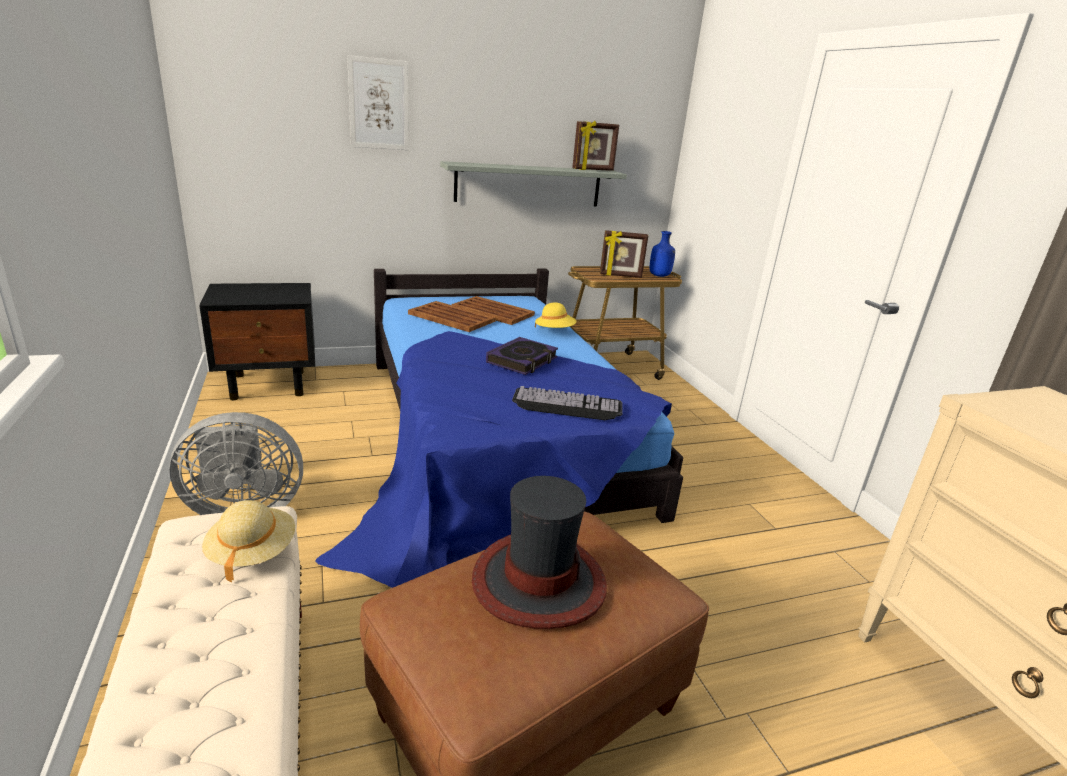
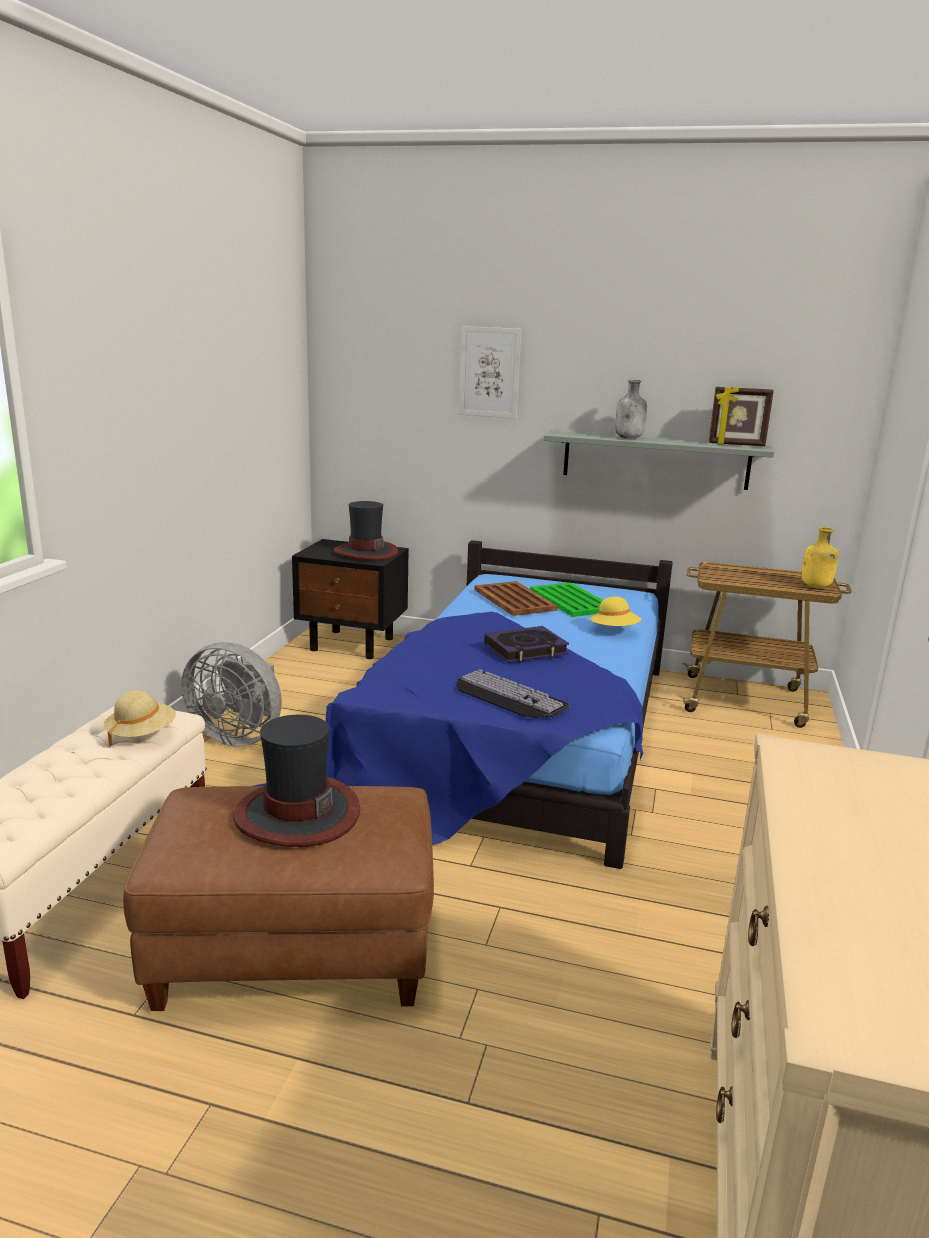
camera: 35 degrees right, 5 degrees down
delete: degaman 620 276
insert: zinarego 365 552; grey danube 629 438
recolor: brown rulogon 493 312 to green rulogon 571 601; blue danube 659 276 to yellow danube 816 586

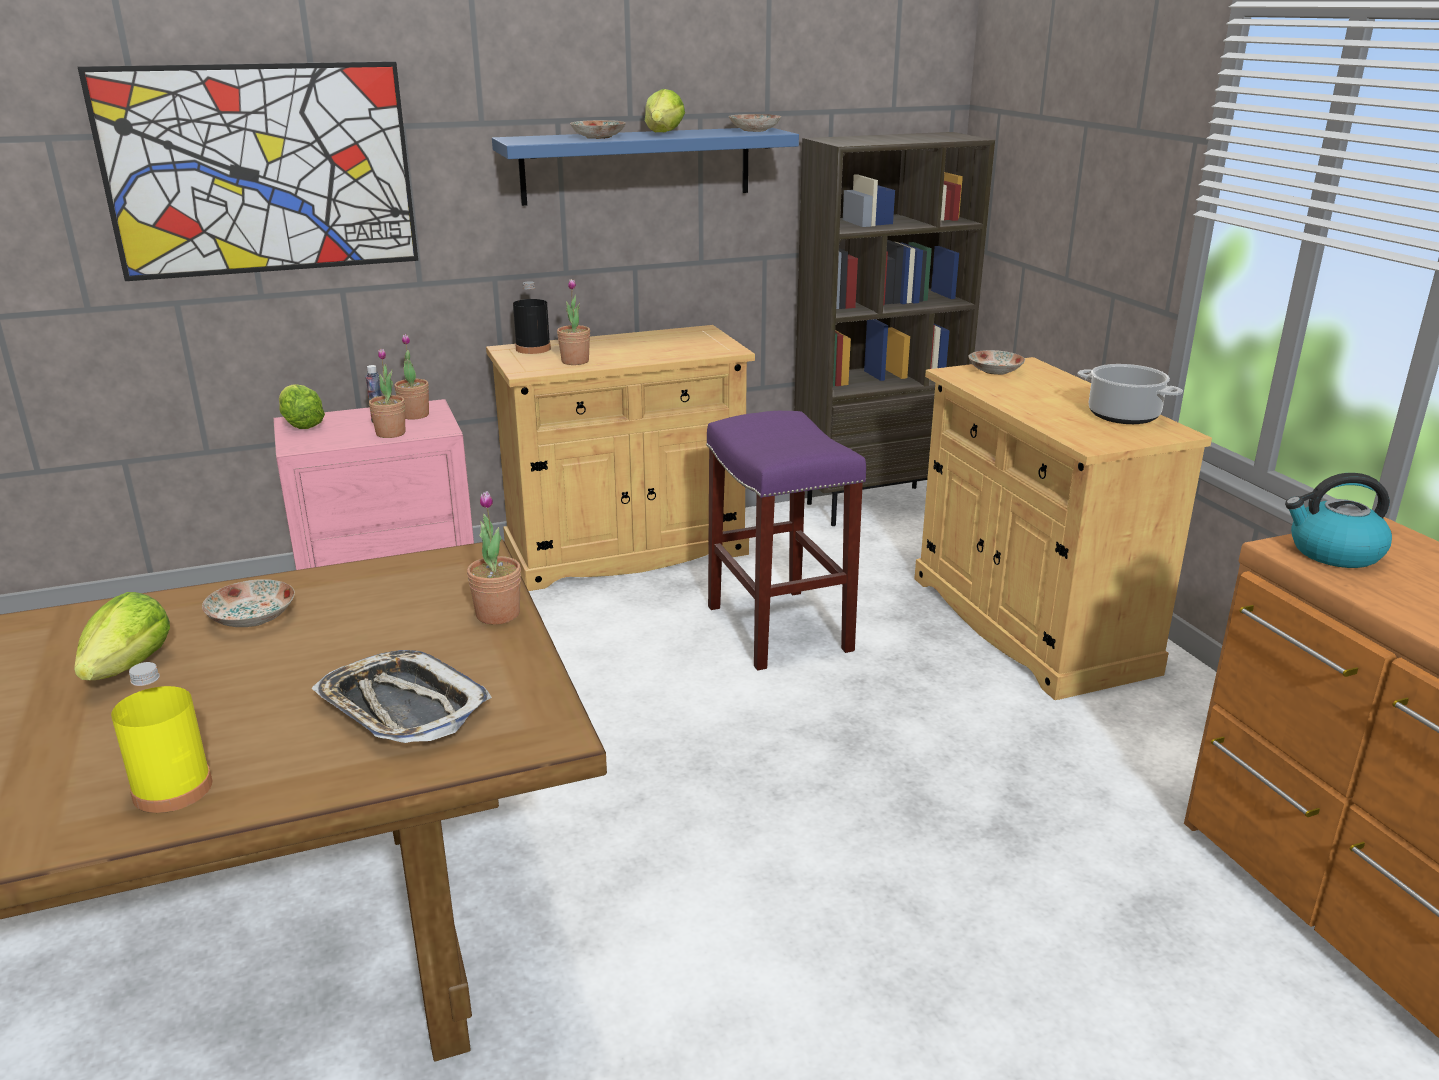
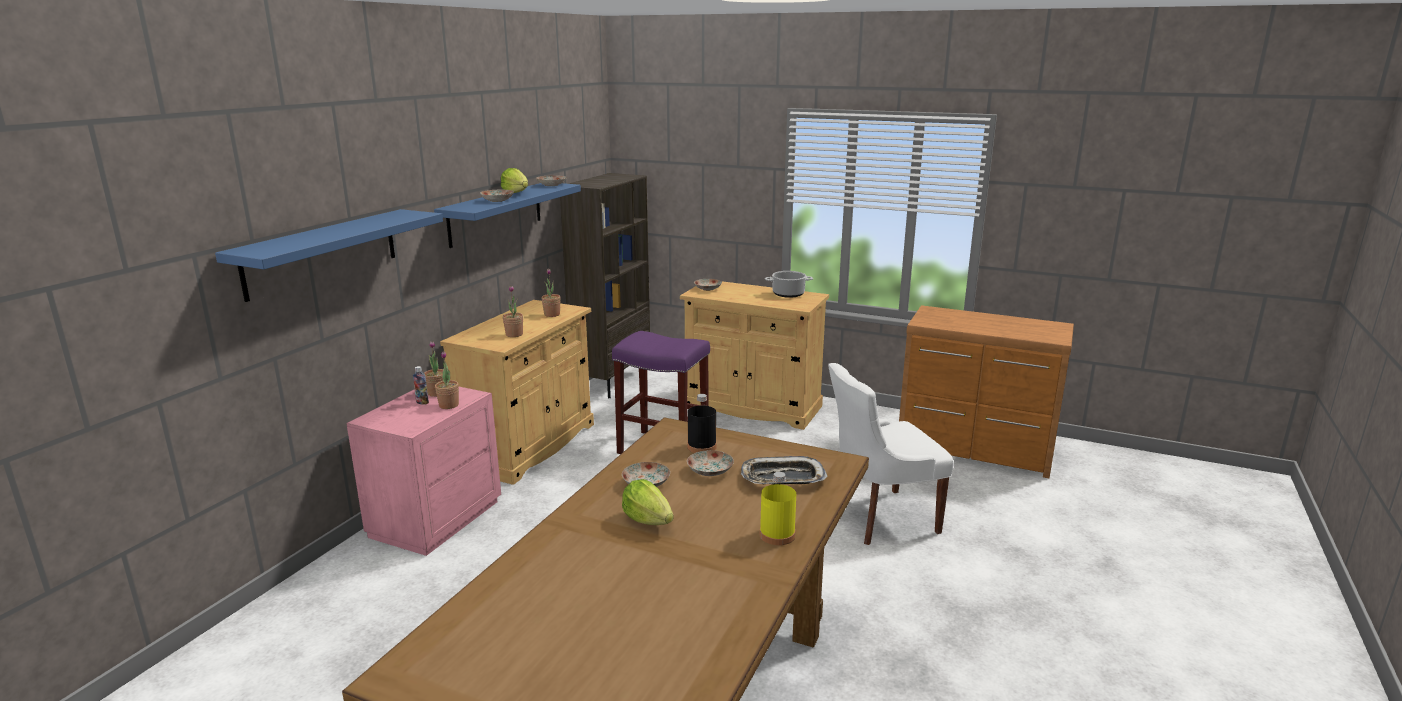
camera: 45 degrees left, 5 degrees down
delete: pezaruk 301 425; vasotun 1333 553
insert: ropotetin 710 471; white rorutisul 880 517
move: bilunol 498 614 to 552 314; black danube 533 349 to 701 447
replace: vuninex 260 170 to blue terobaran 322 253

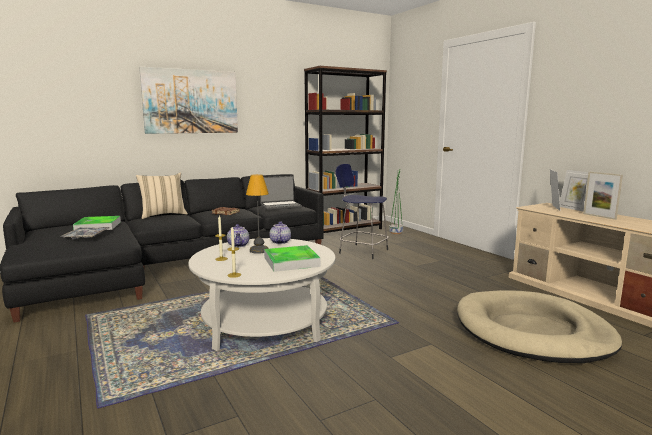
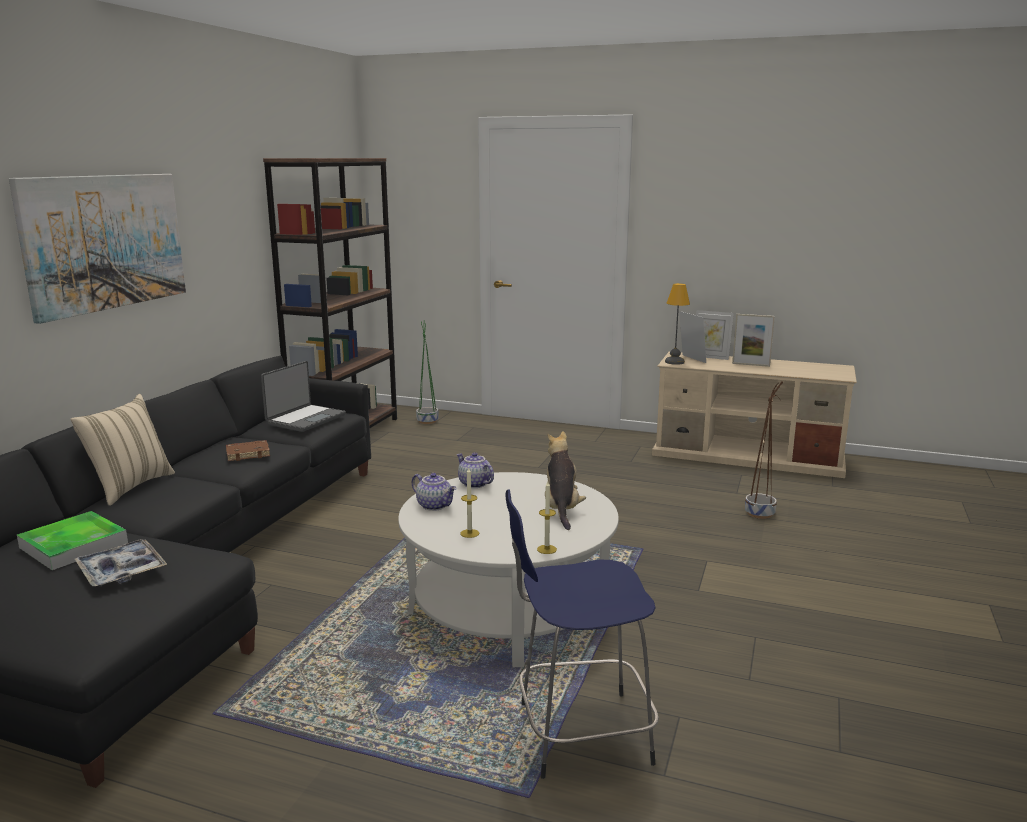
camera: 40 degrees left, 5 degrees up
move: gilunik 259 250 to 674 362; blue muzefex 362 251 to 578 733
replace: rulogon 291 262 to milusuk 561 509; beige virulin 532 331 to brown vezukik 760 513

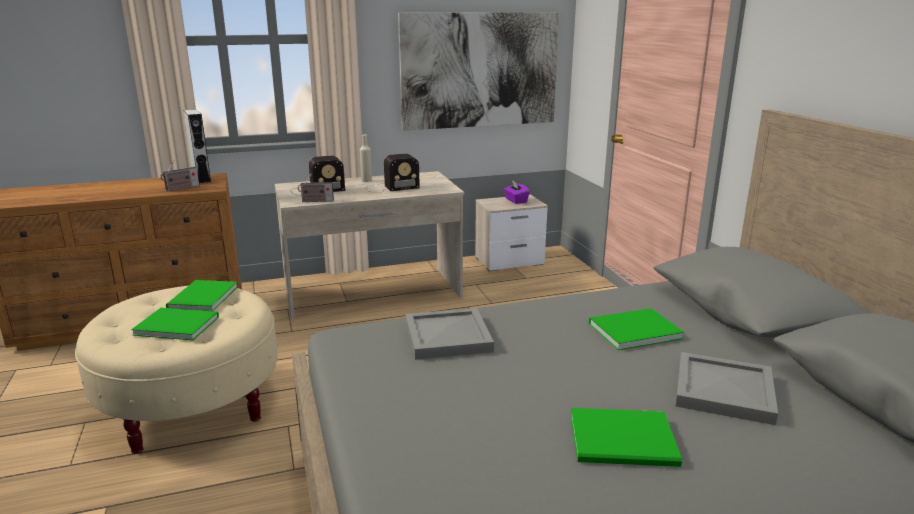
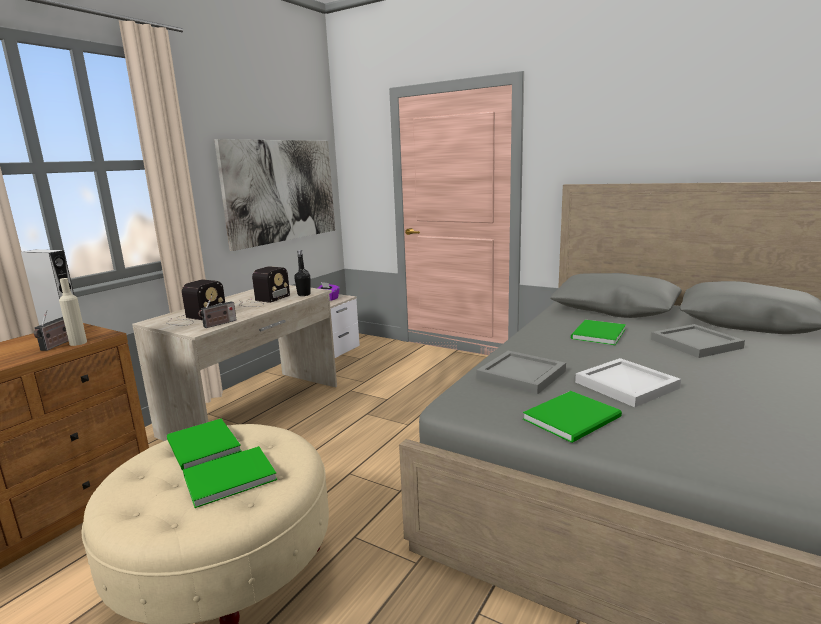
camera: 40 degrees left, 5 degrees down
insert: black danube 304 294; white rulogon 628 385
move: beige danube 366 180 to 78 343; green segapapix 626 442 to 575 418

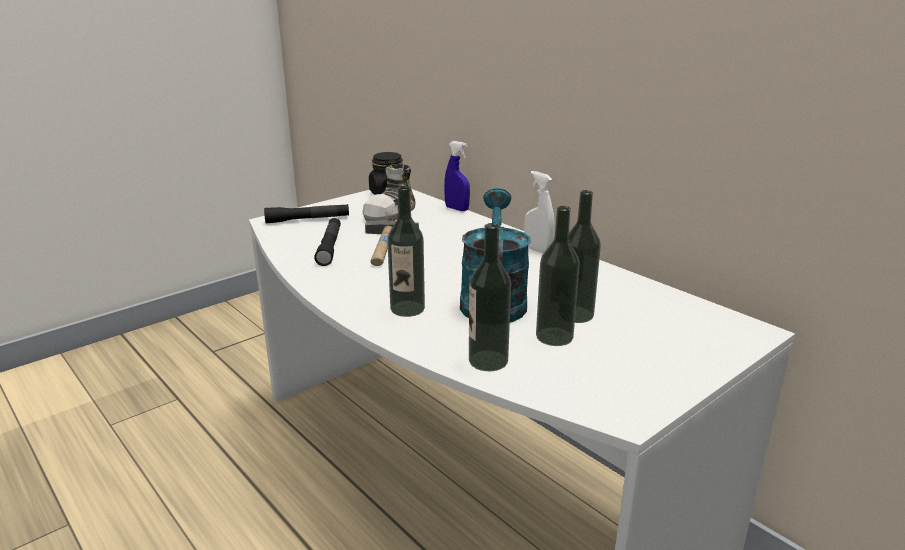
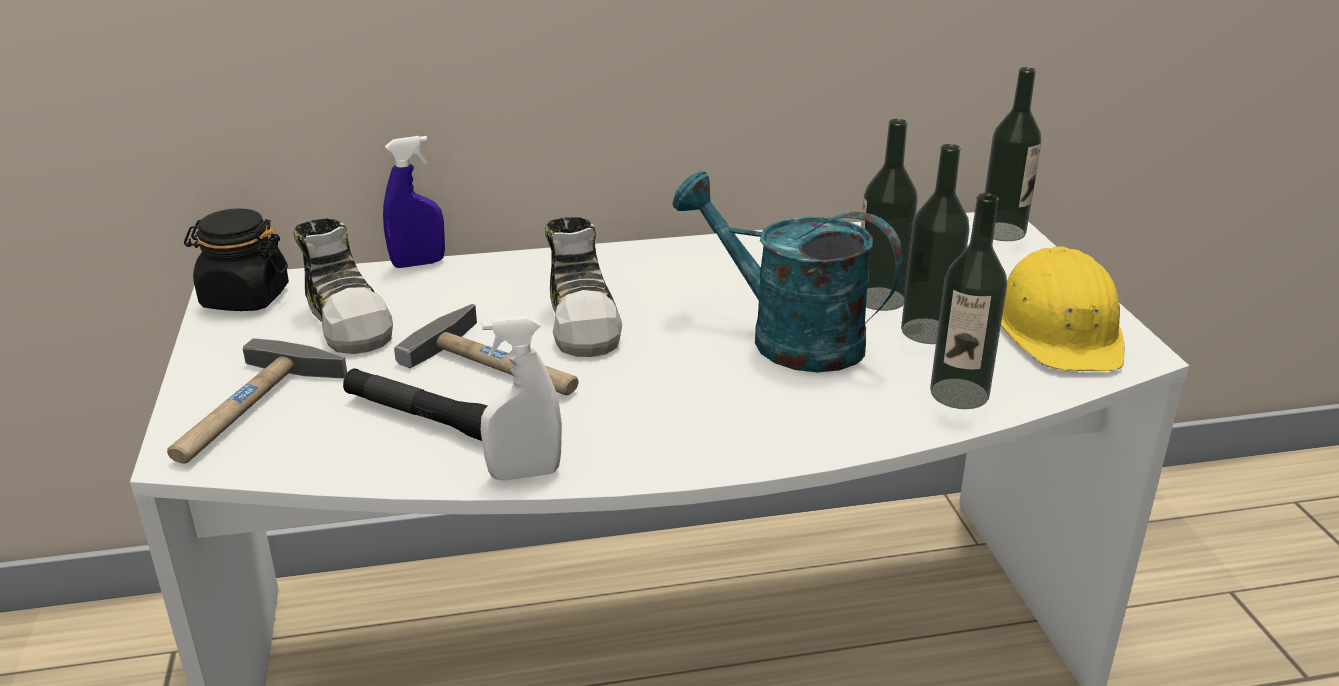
camera: 60 degrees left, 5 degrees up
insert: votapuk 584 322; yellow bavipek 1059 330
move: danube 407 308 to 1002 232; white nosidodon 537 250 to 524 473
replace: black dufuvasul 307 220 to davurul 250 410

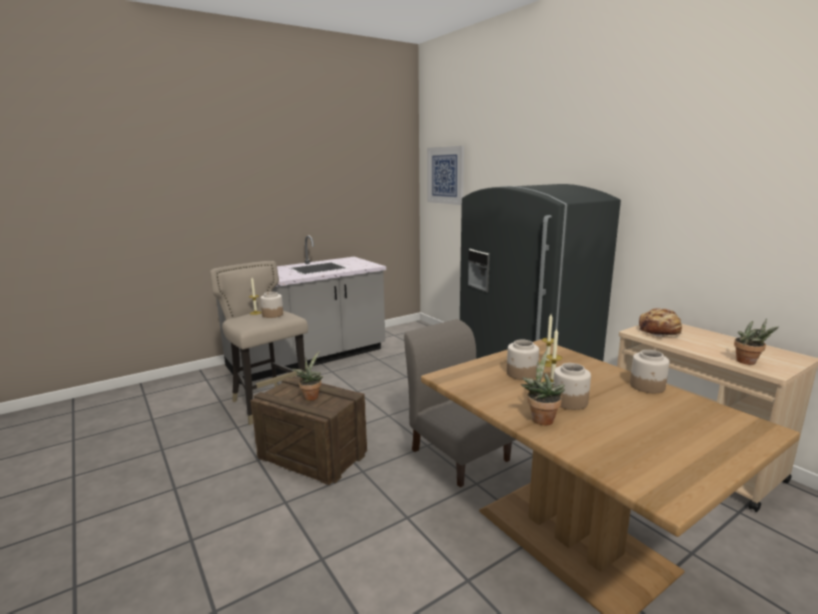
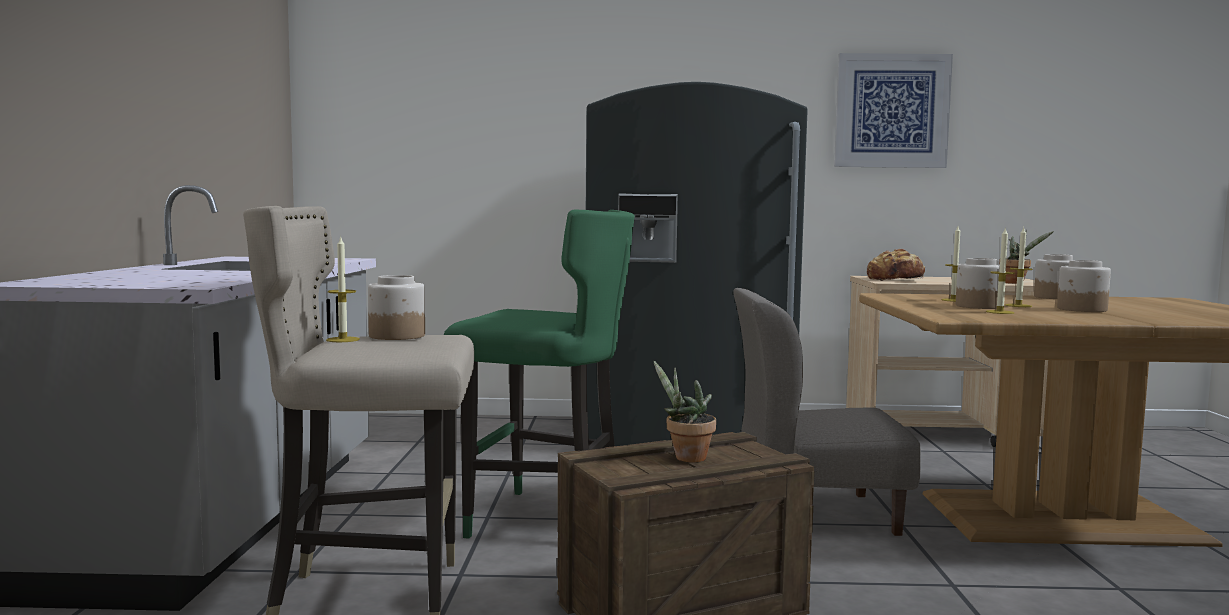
camera: 55 degrees left, 10 degrees down
delete: bilunol 541 418
insert: green muzefex 545 520; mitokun 999 312
move: vuninex 445 175 to 891 111

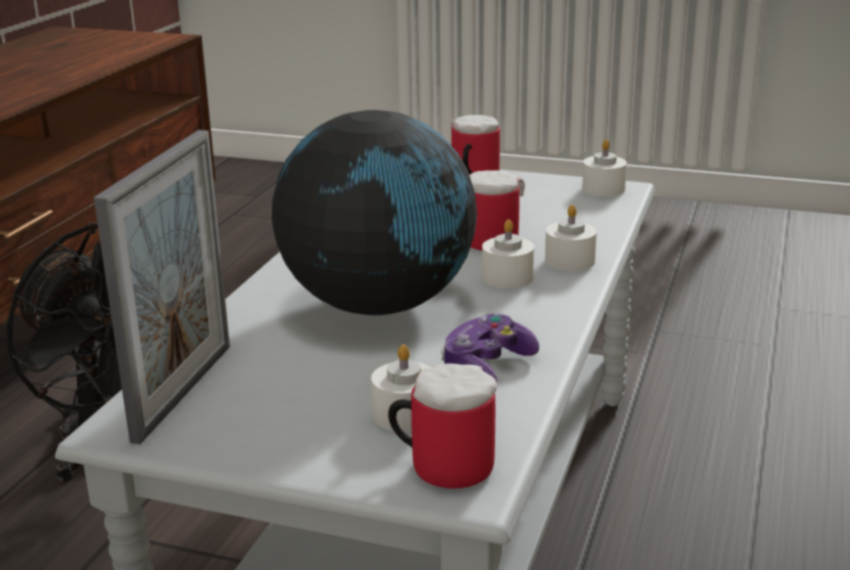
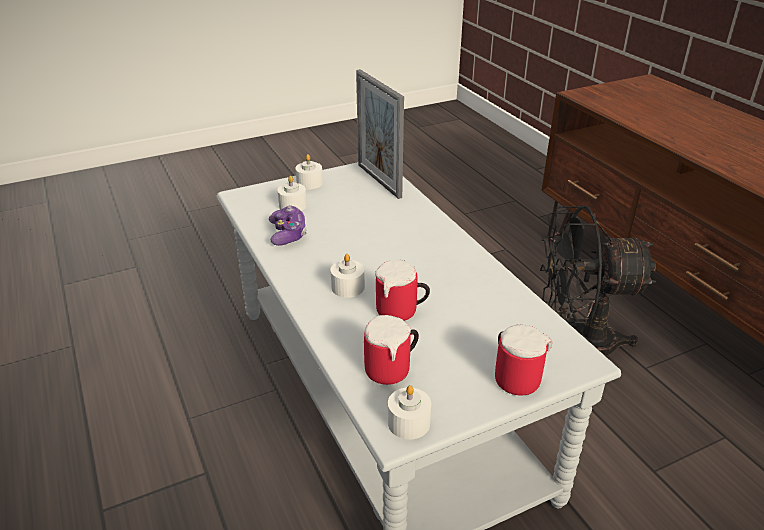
camera: 135 degrees right, 10 degrees up
delete: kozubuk 378 305
move: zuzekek 442 464 to 393 369; white mitokun 569 261 to 309 183

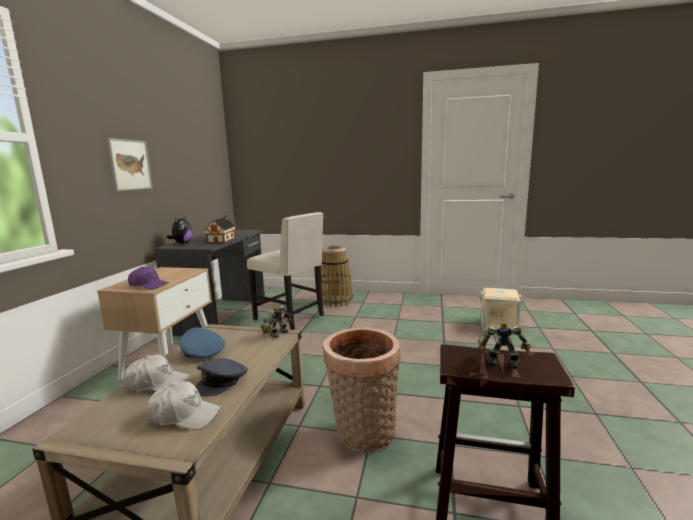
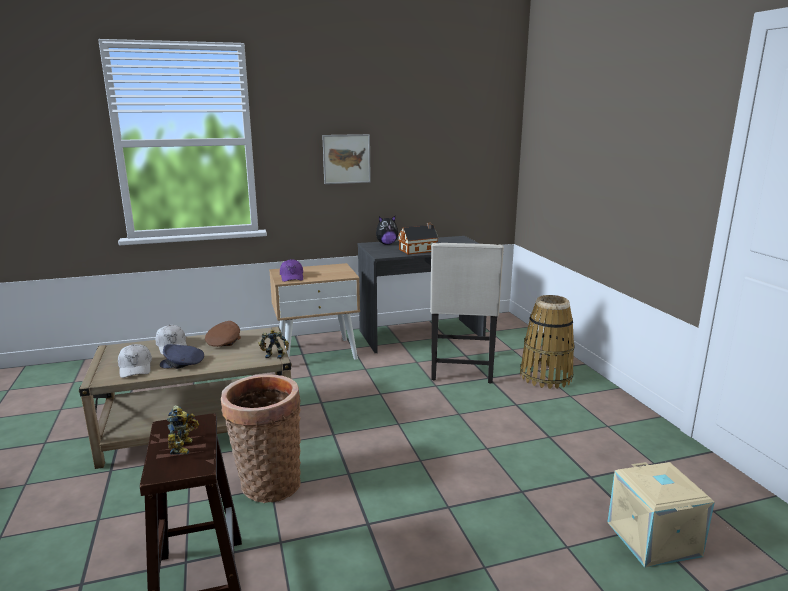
camera: 60 degrees right, 5 degrees up
recolor: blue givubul 202 352 to brown givubul 224 342

